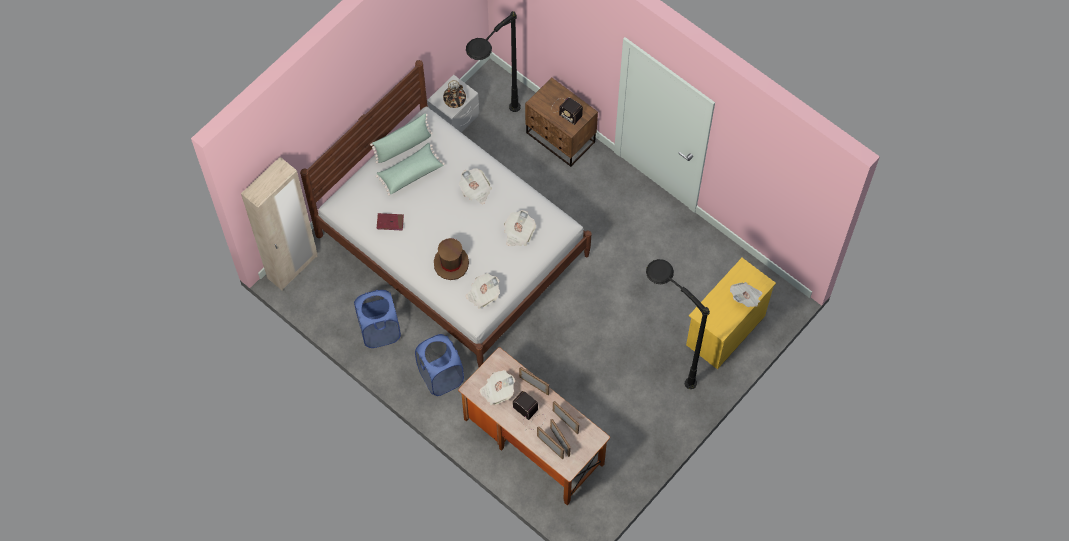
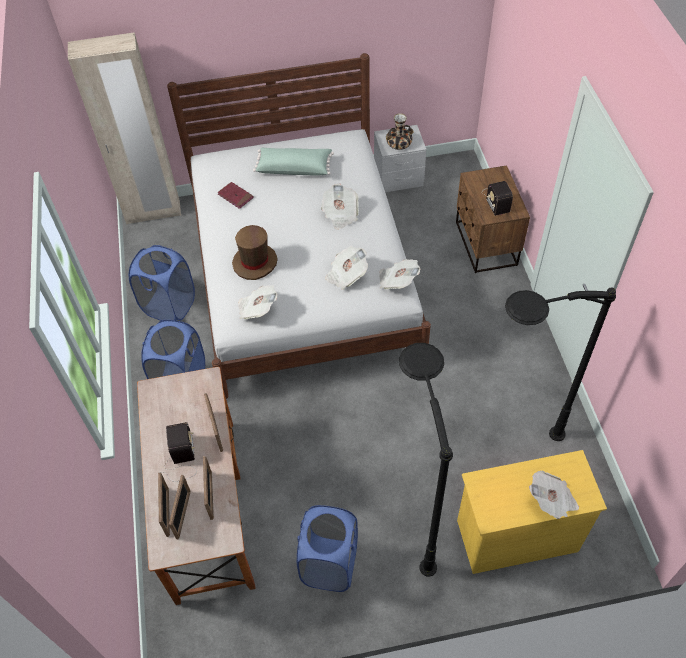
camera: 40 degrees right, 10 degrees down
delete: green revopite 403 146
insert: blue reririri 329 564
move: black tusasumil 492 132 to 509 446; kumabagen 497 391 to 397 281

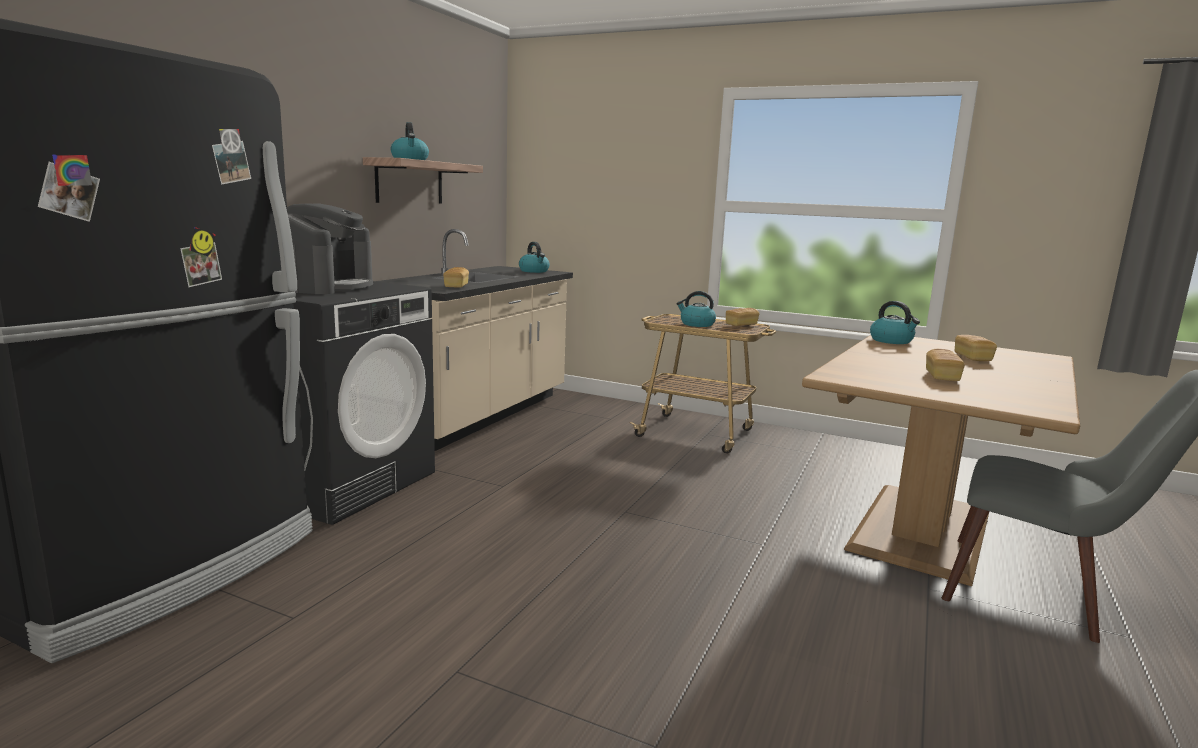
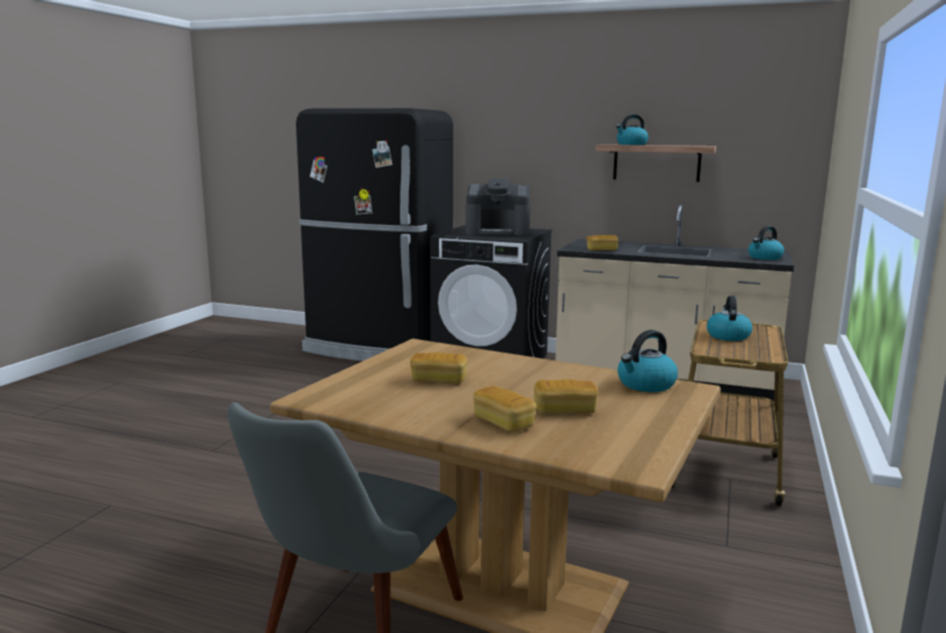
camera: 85 degrees right, 0 degrees up
move: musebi 741 325 to 503 423

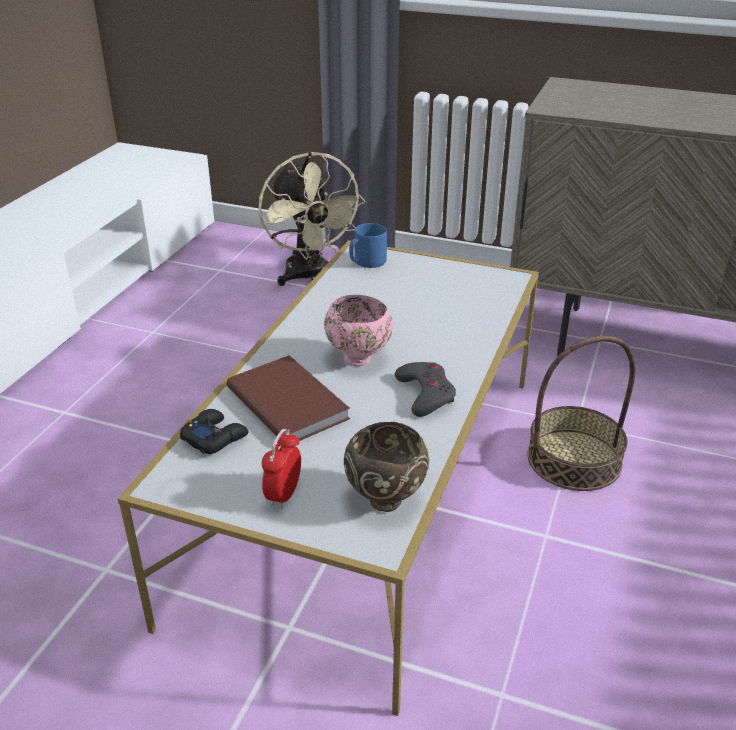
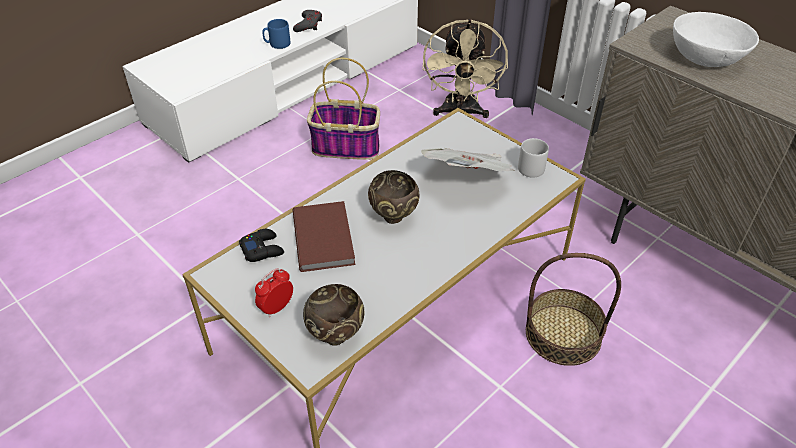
camera: 25 degrees right, 10 degrees up
insert: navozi 347 147; kumabagen 469 178; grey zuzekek 530 167; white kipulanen 706 57
move: blue zuzekek 367 262 to 277 44; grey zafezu 425 393 to 308 24
recolor: pink kipulanen 359 359 to brown kipulanen 394 218

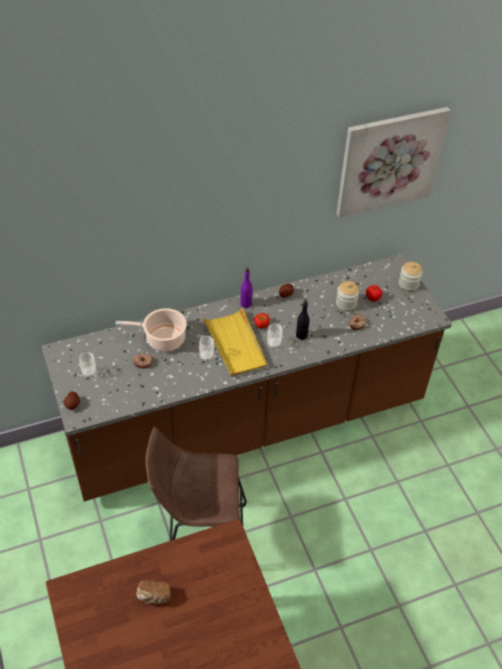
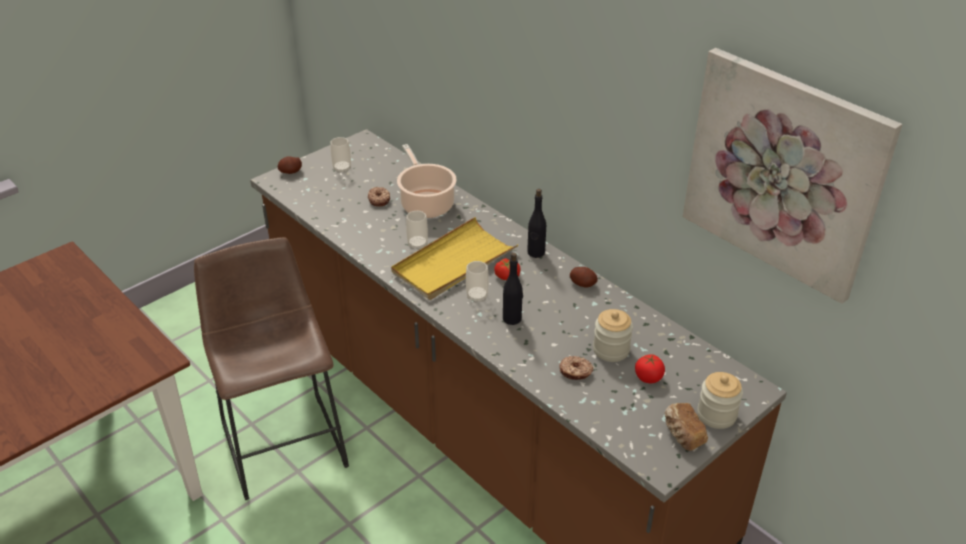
camera: 70 degrees right, 10 degrees down
move: musebi 154 597 to 682 434
recolor: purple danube 246 304 to black danube 536 253

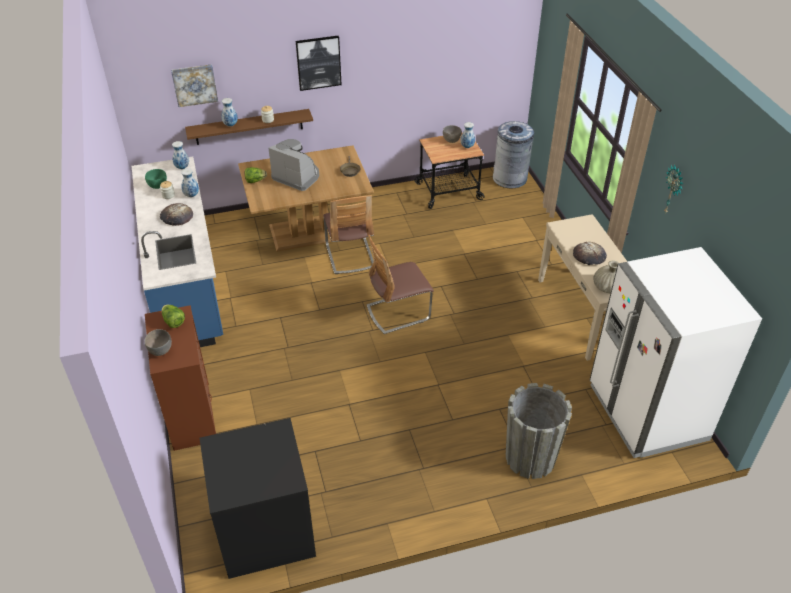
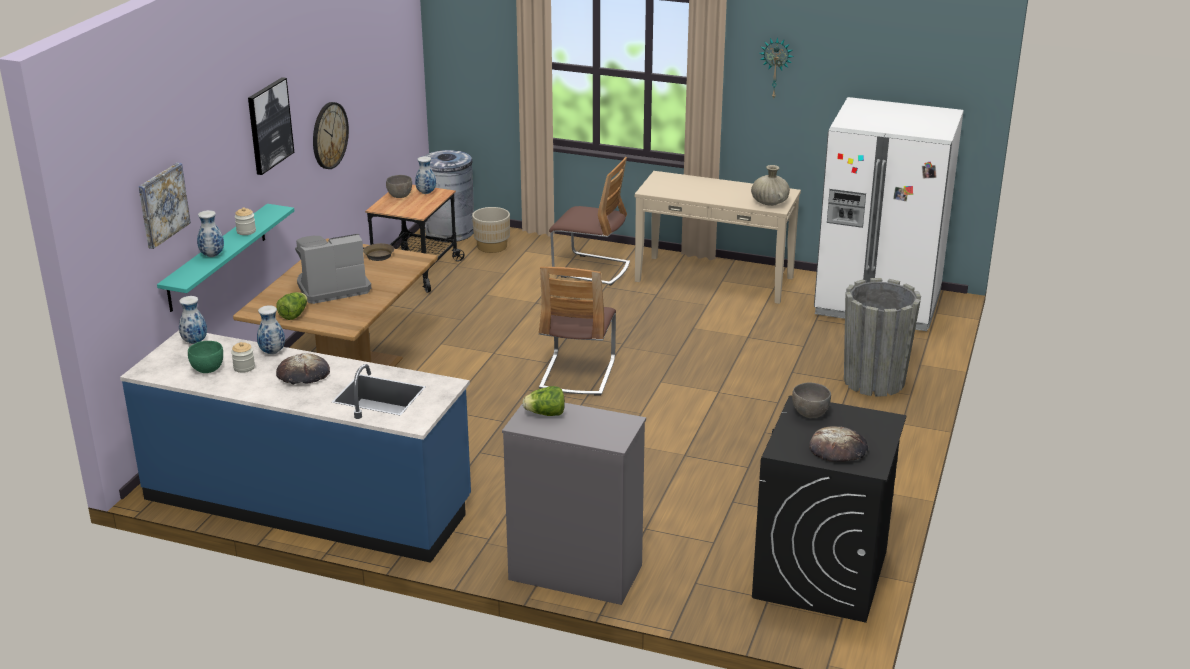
camera: 55 degrees left, 15 degrees down
insert: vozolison 329 135; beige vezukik 492 246
move: grey kipulanen 160 350 to 809 413; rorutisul 350 256 to 591 269; musebi 589 256 to 838 449
recolor: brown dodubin 191 415 to grey dodubin 574 572; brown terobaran 249 127 to turquoise terobaran 217 257

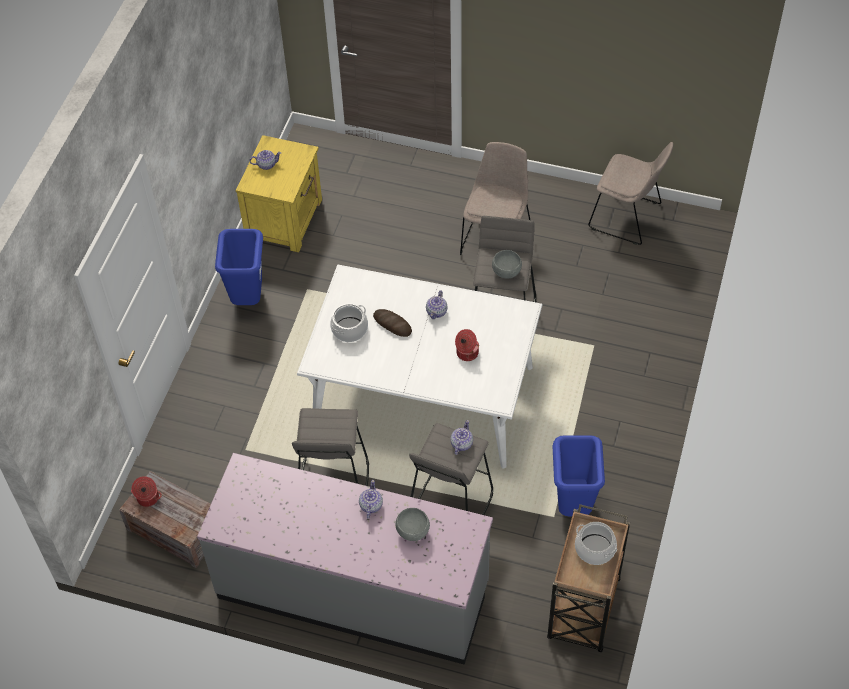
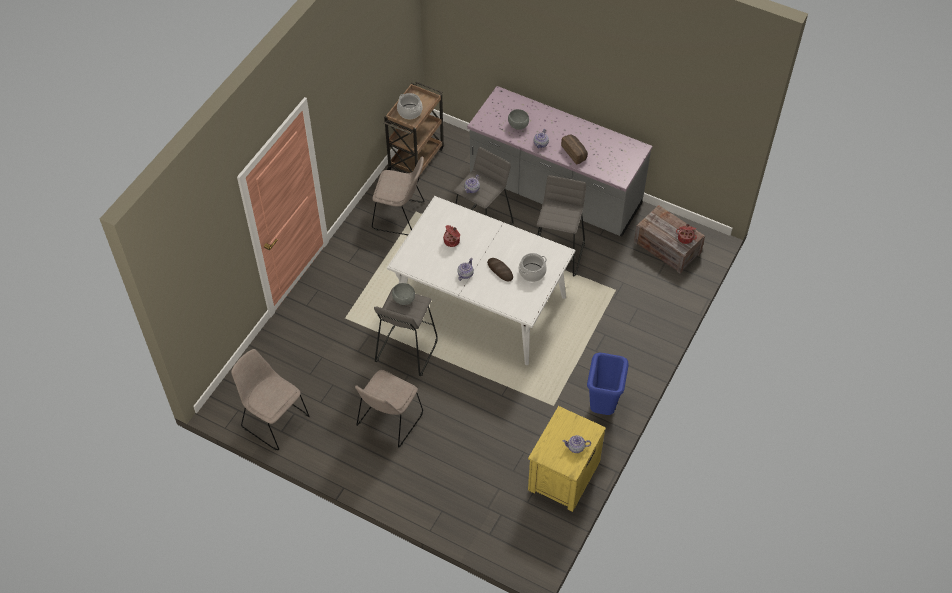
camera: 170 degrees left, 0 degrees up
insert: musebi 575 153
replace: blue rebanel 573 505 to beige rorutisul 400 216

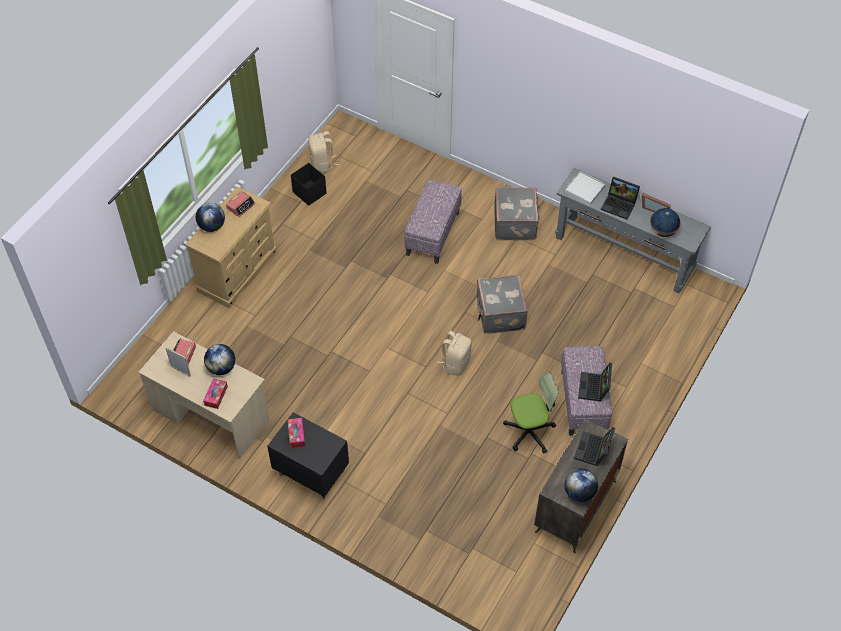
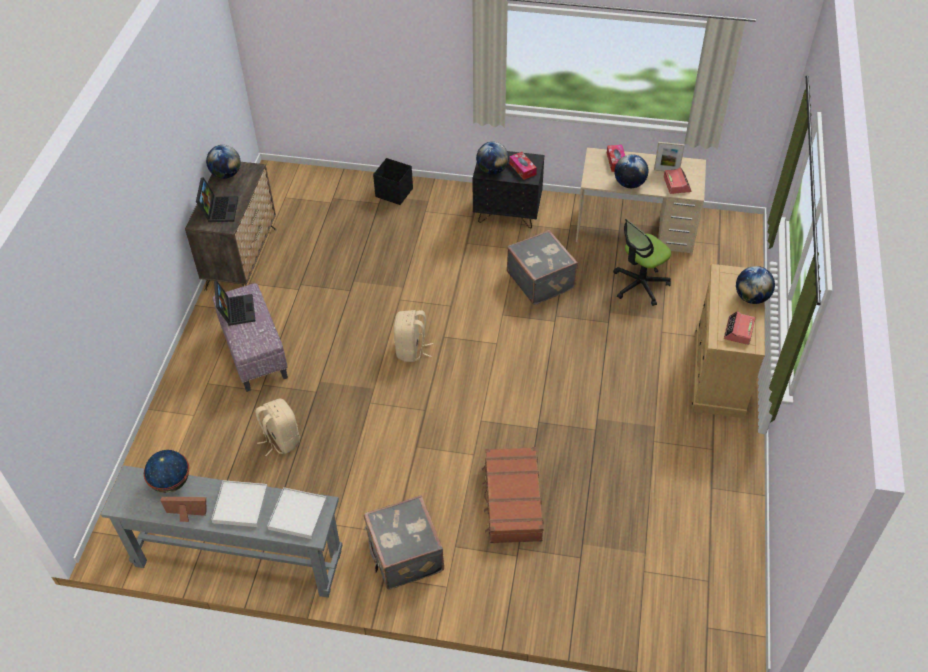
camera: 160 degrees right, 5 degrees down
insert: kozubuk 492 170
move: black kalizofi 309 192 to 394 193; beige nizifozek 322 163 to 281 440; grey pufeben 499 314 to 541 280; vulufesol 529 432 to 640 285
replace: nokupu 432 233 to brown pufeben 512 501; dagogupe 619 205 to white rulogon 240 505

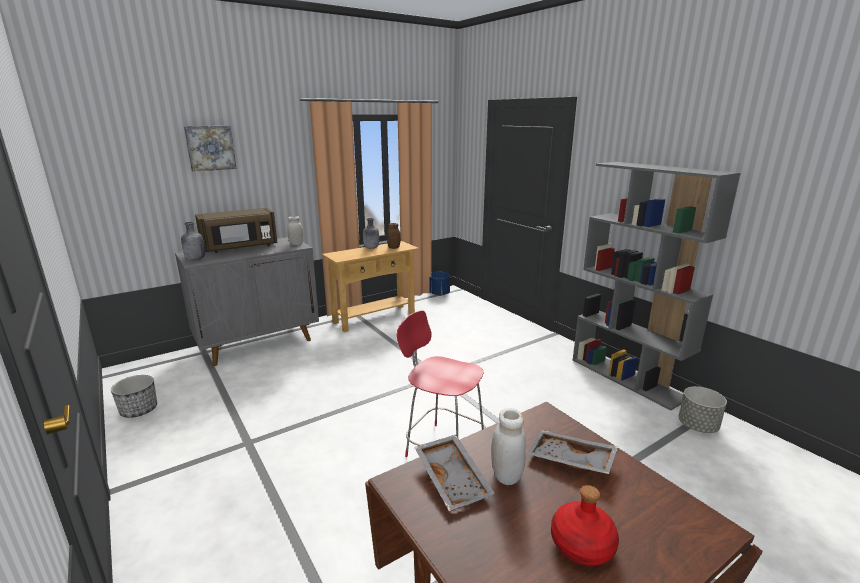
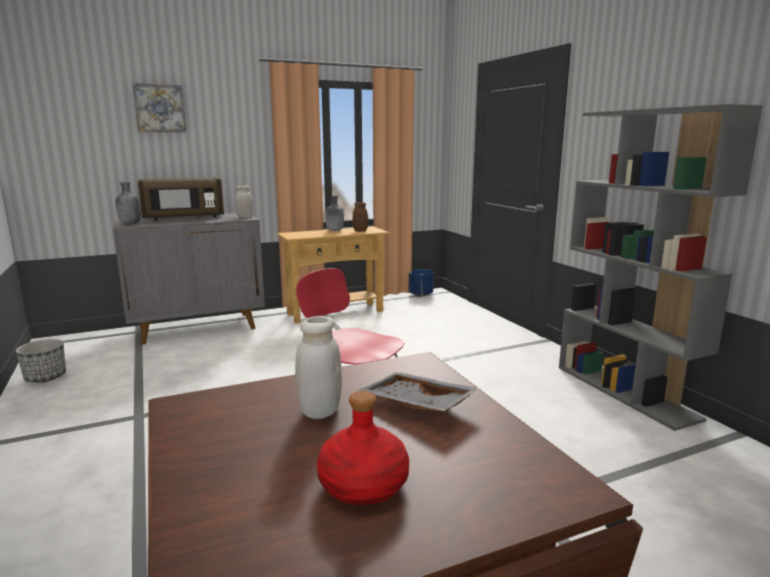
camera: 10 degrees right, 5 degrees down
delete: grey rulogon 454 479; grey vezukik 698 426

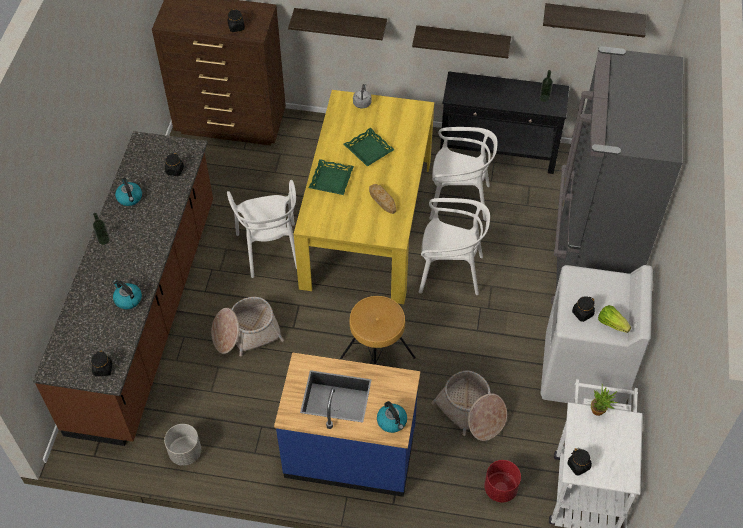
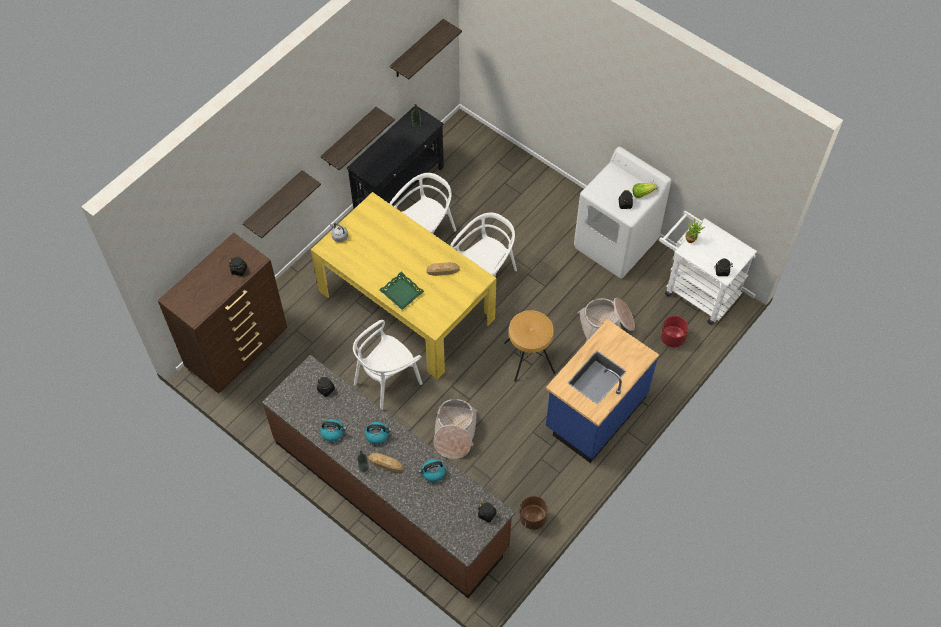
camera: 60 degrees left, 5 degrees up
delete: green rulogon 369 150; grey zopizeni 589 261
insert: musebi 385 463
move: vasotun 392 421 to 377 435
recolor: grey vezukik 185 453 to brown vezukik 533 518
rotate: white rorutisul 269 249 = 387 381 120 degrees clockwise

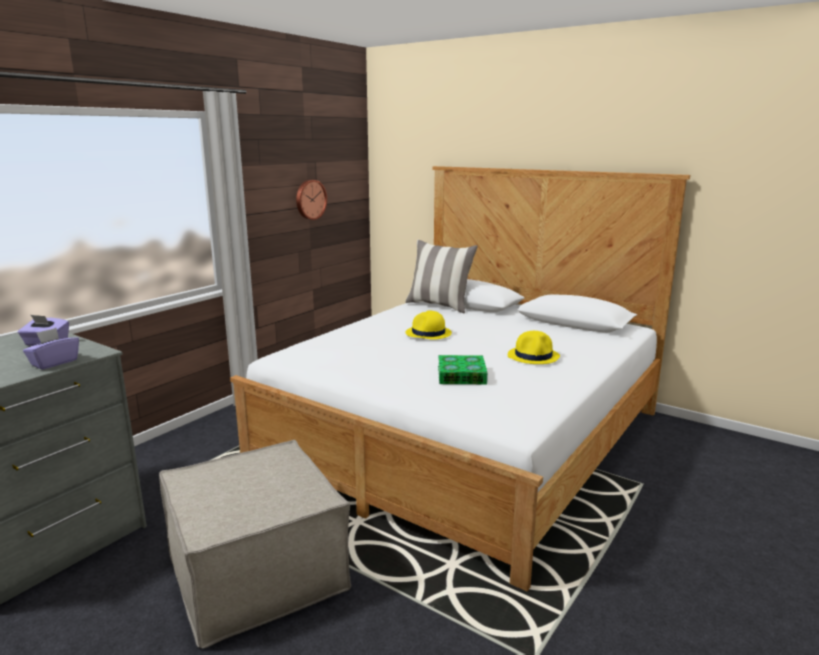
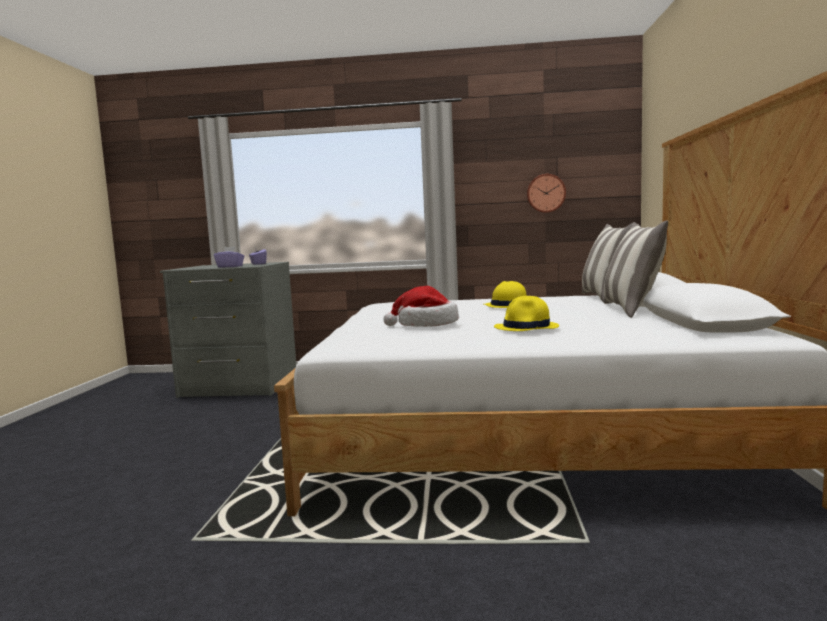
camera: 60 degrees right, 10 degrees down
delete: beige nokupu 256 571
insert: revopite 632 310
replace: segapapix 461 375 to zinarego 426 324

